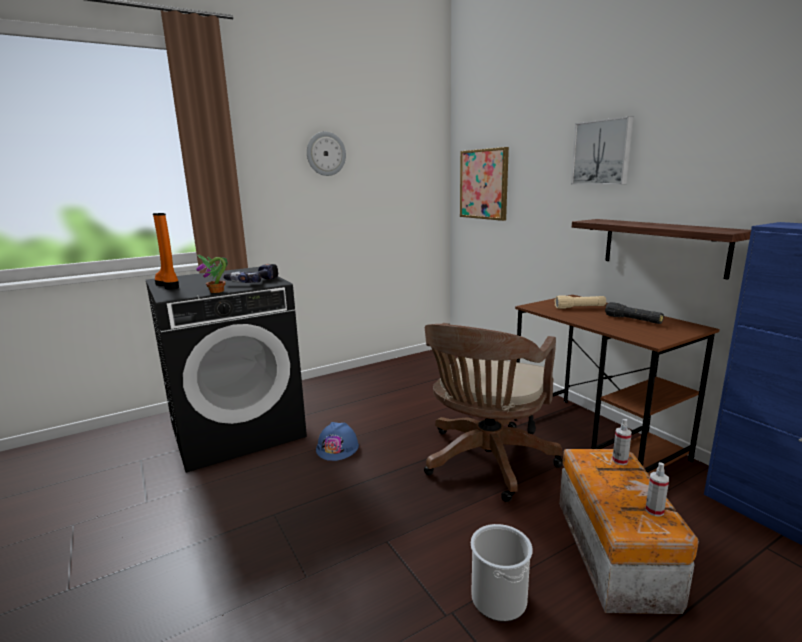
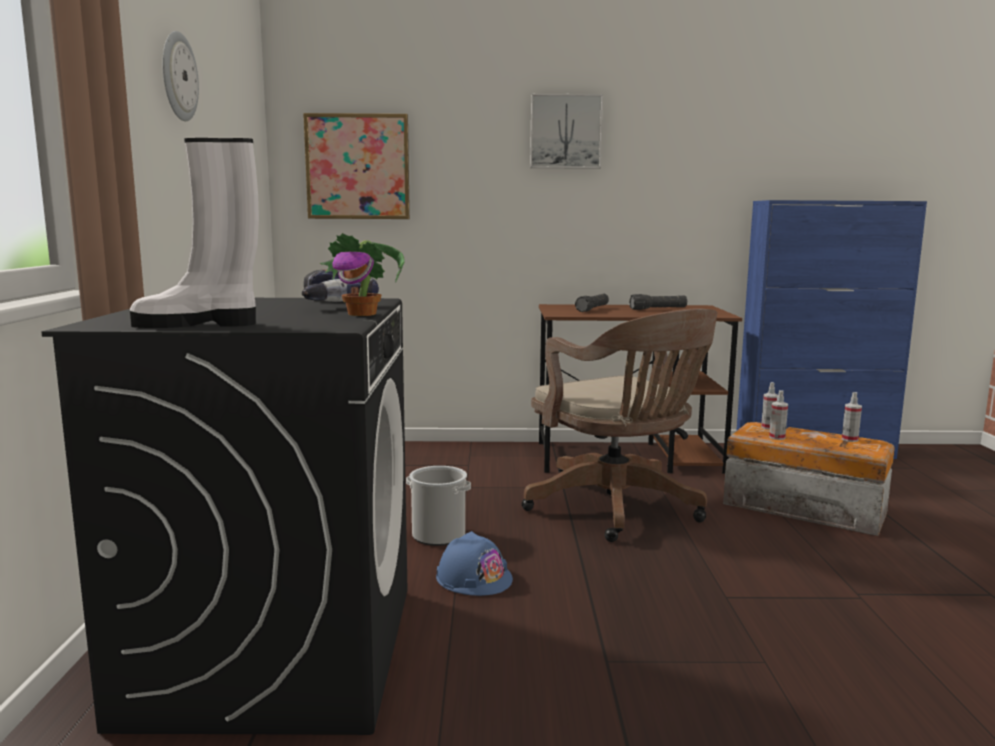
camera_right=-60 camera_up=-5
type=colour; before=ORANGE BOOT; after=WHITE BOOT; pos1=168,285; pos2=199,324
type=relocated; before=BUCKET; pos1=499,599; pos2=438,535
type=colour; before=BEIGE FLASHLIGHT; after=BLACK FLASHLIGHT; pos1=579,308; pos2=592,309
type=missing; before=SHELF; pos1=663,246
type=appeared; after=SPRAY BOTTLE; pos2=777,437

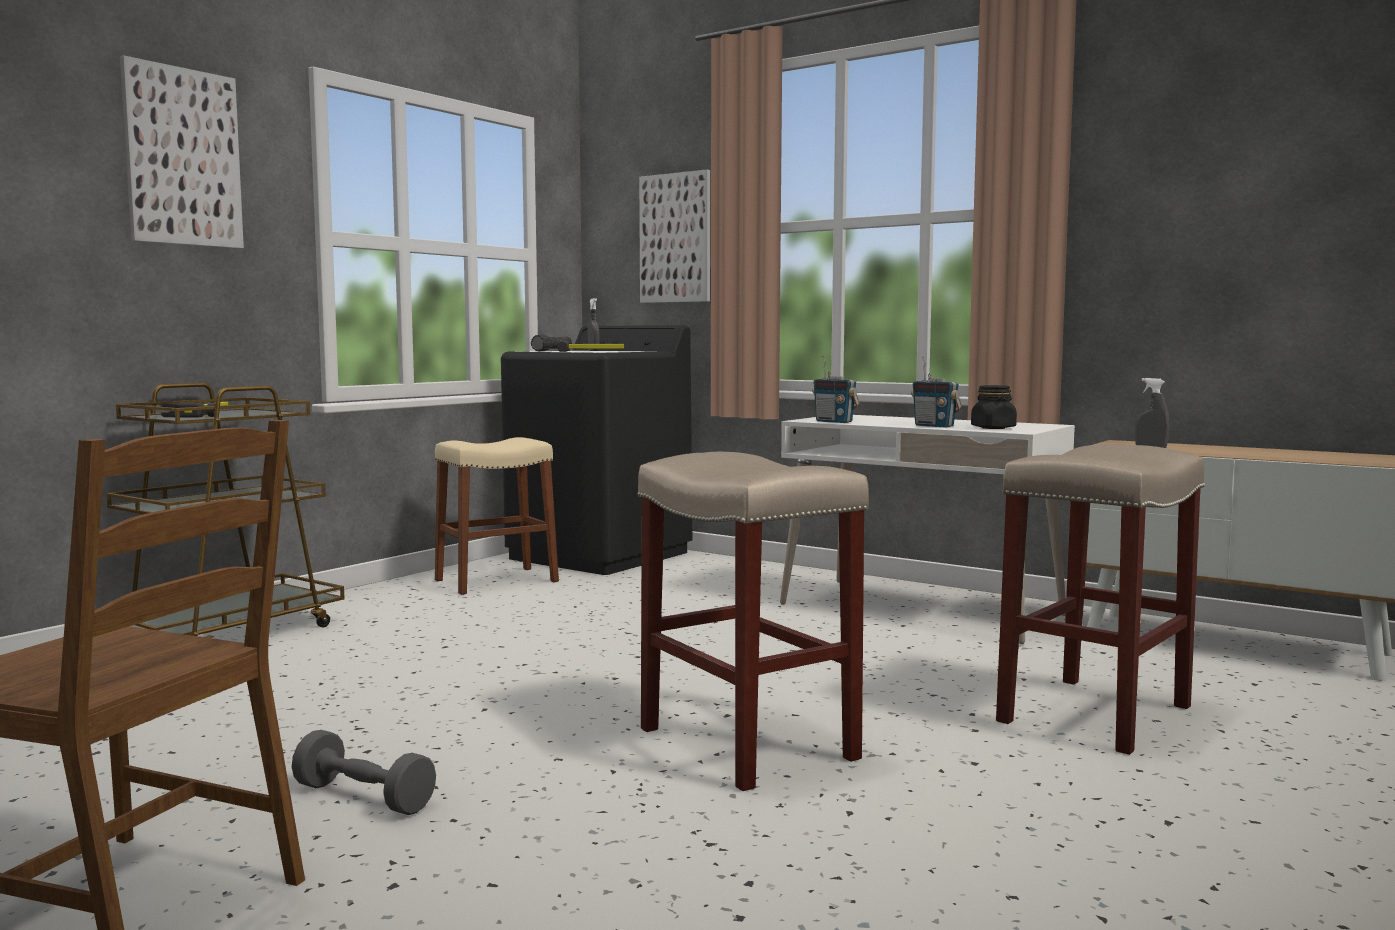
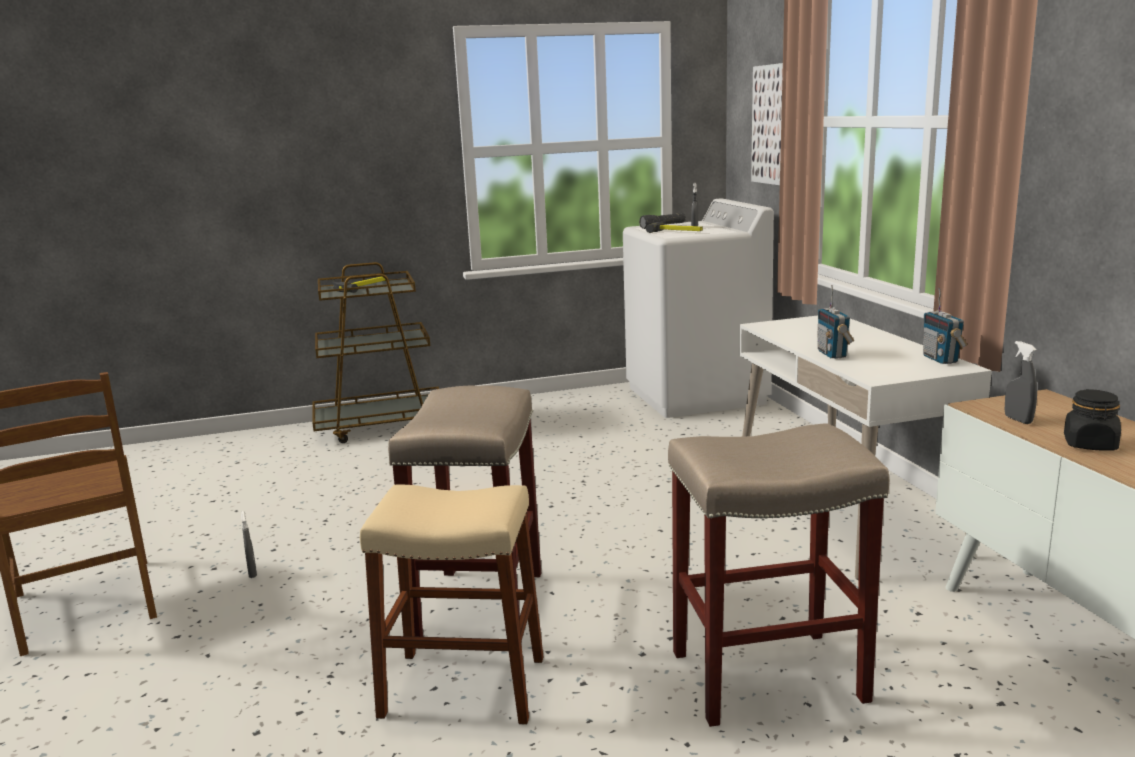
camera_right=40 camera_up=10
type=missing; before=PICTURE; pos1=183,157
type=exchanged; before=GREY DUMBBELL; after=GREY SPRAY BOTTLE; pos1=364,798; pos2=252,573
type=relocated; before=BEIGE STOOL; pos1=496,581; pos2=463,686
type=colour; before=BLACK WASHING MACHINE; after=WHITE WASHING MACHINE; pos1=600,555; pos2=696,395
type=relocated; before=RADIO; pos1=834,422; pos2=940,359
type=relocated; before=BLACK JAR; pos1=993,428; pos2=1090,445

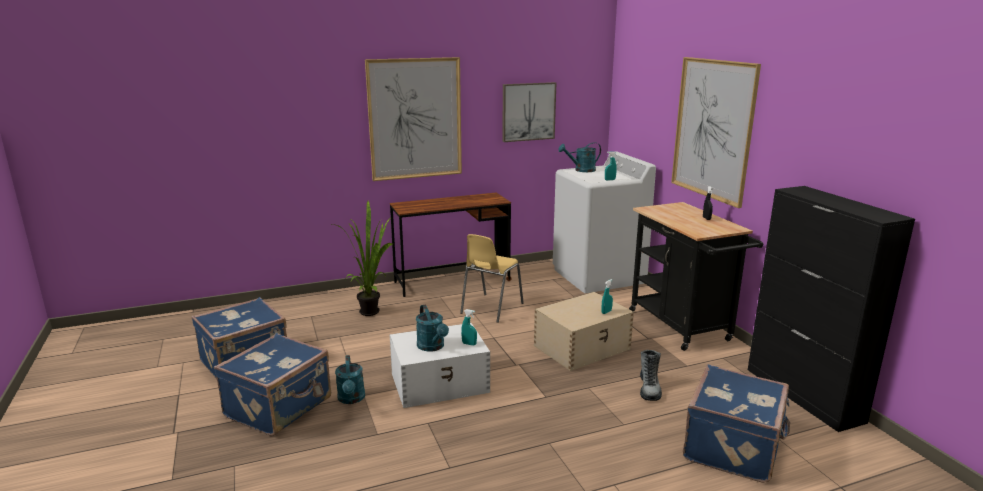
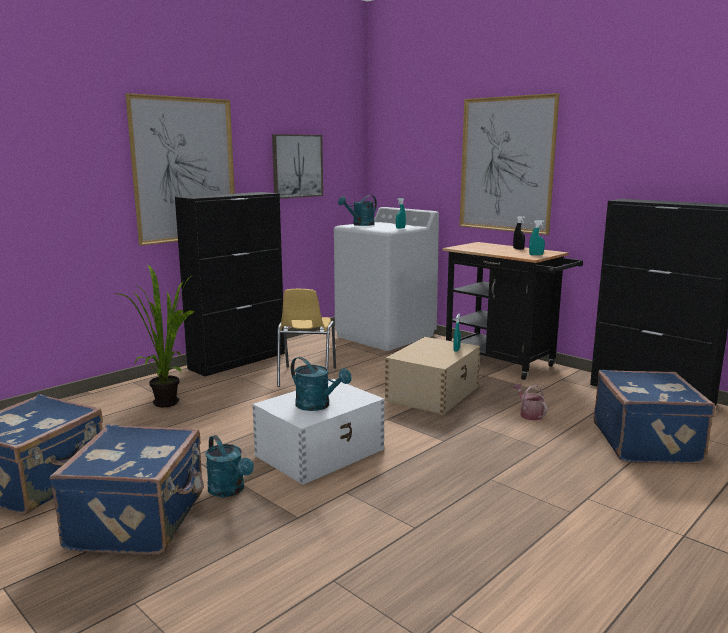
camera_right=-25 camera_up=-5
type=exchanged; before=BROWN DESK; after=BLACK CABINET; pos1=452,281; pos2=238,361
type=relocated; before=TURQUOISE SPRAY BOTTLE; pos1=469,344; pos2=536,255
type=exchanged; before=BOOT; after=WATERING CAN; pos1=649,388; pos2=529,414

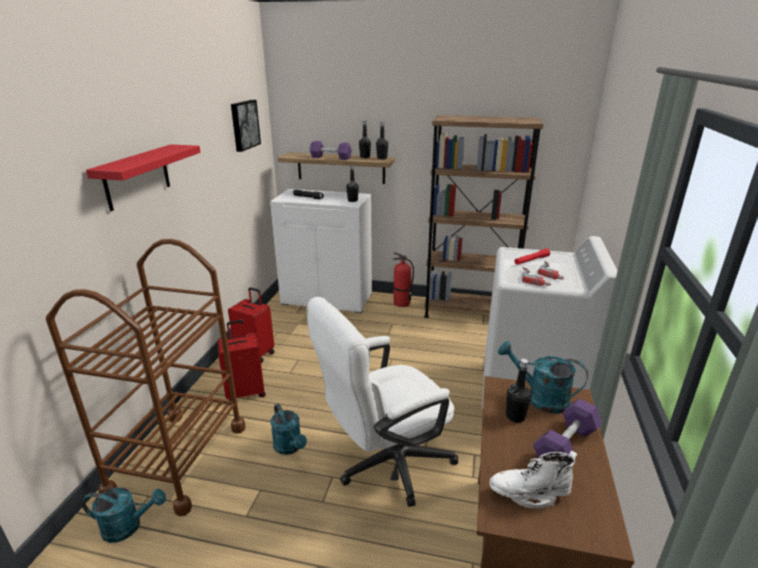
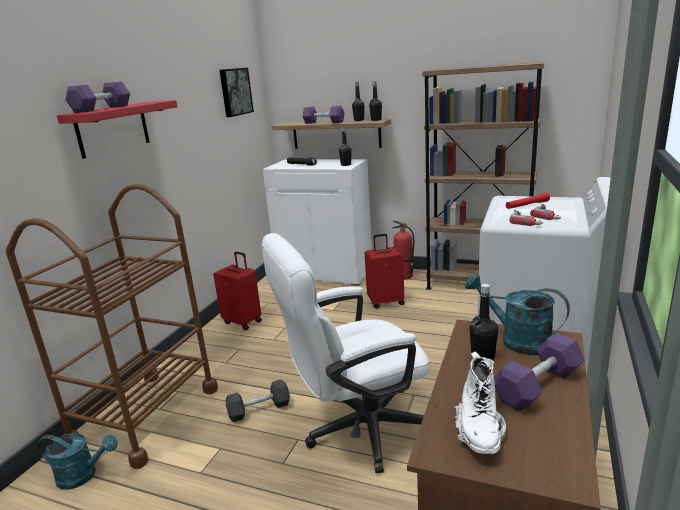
camera_right=10 camera_up=-5
type=relocated; before=RED SUITCASE; pos1=245,392; pos2=385,302
type=exchanged; before=TURQUOISE WATERING CAN; after=BLACK DUMBBELL; pos1=290,447; pos2=259,409
type=spun; before=WHITE BOOT; pos1=529,494; pos2=479,432; turn=-90
type=appeared; after=PURPLE DUMBBELL; pos2=102,109

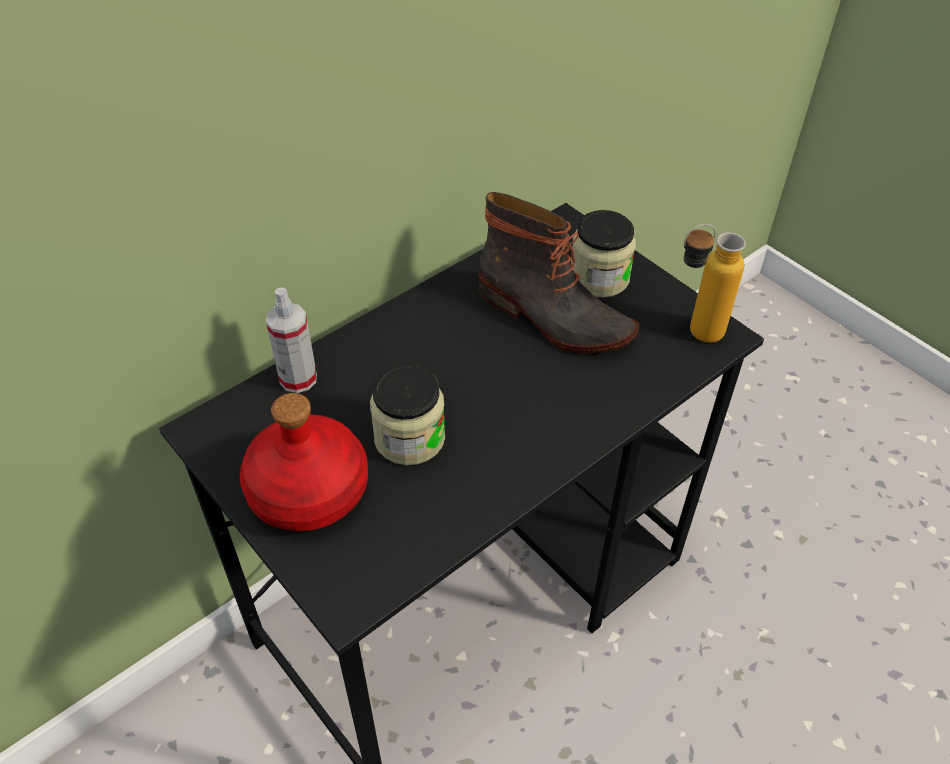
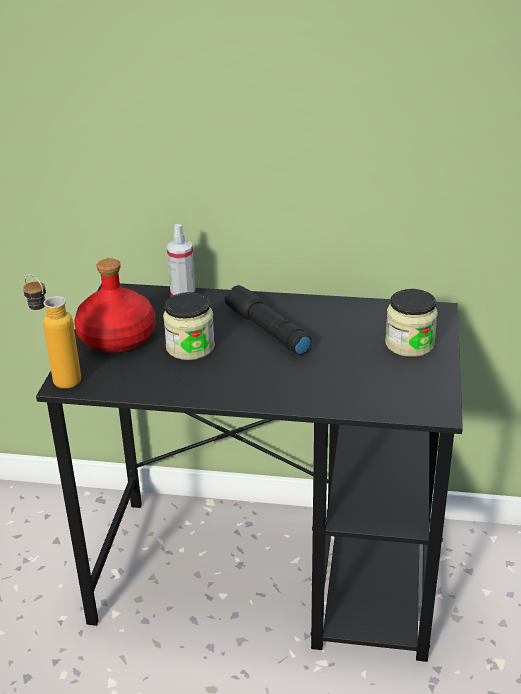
camera_right=50 camera_up=-15
type=missing; before=BOOT; pos1=552,317
type=relocated; before=BOTTLE; pos1=692,334; pos2=59,378
type=appeared; after=BLACK FLASHLIGHT; pos2=266,330

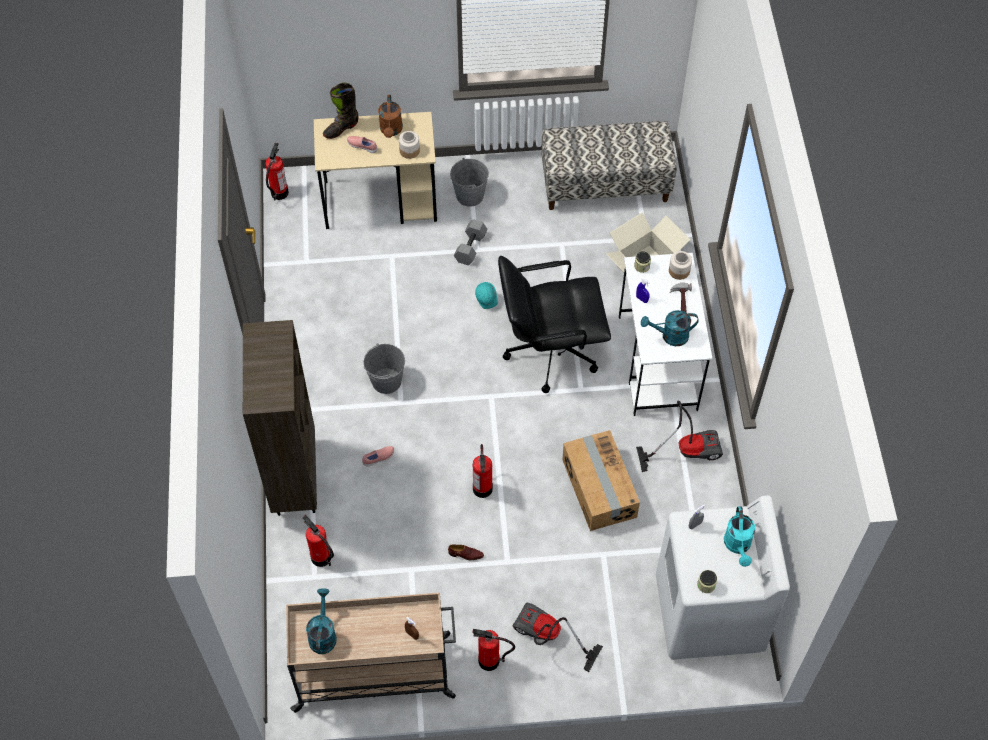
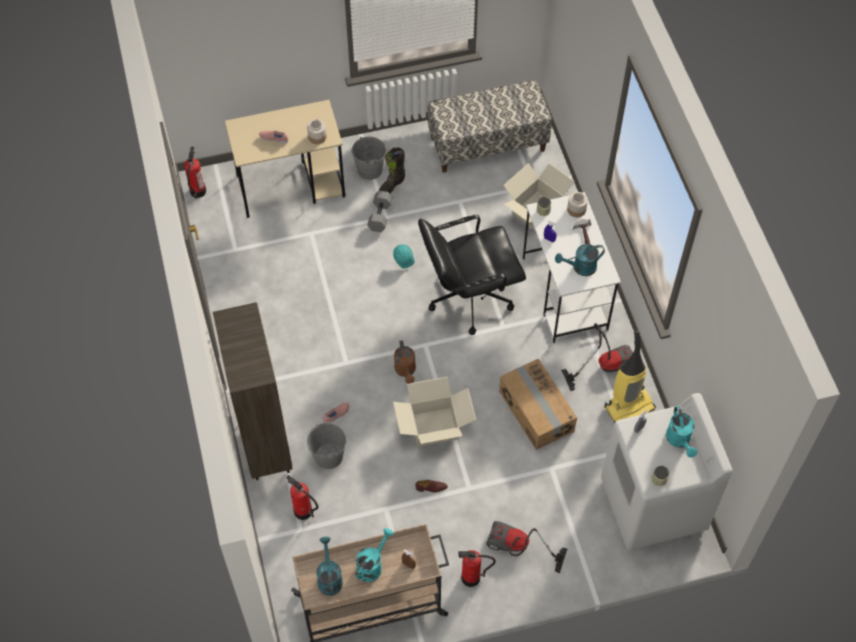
camera_right=-10 camera_up=0
type=relocated; before=BLACK BOOT; pos1=341,128; pos2=391,185
type=relocated; before=GREY BUCKET; pos1=386,381; pos2=328,456
type=relocated; before=BROWN WATERING CAN; pos1=391,131; pos2=406,371
type=exchanged; before=FIRE EXTINGUISHER; after=CARDBOARD BOX; pos1=482,488; pos2=434,427
type=appeared; after=TURQUOISE WATERING CAN; pos2=372,565
type=appeared; after=VACUUM CLEANER; pos2=629,407

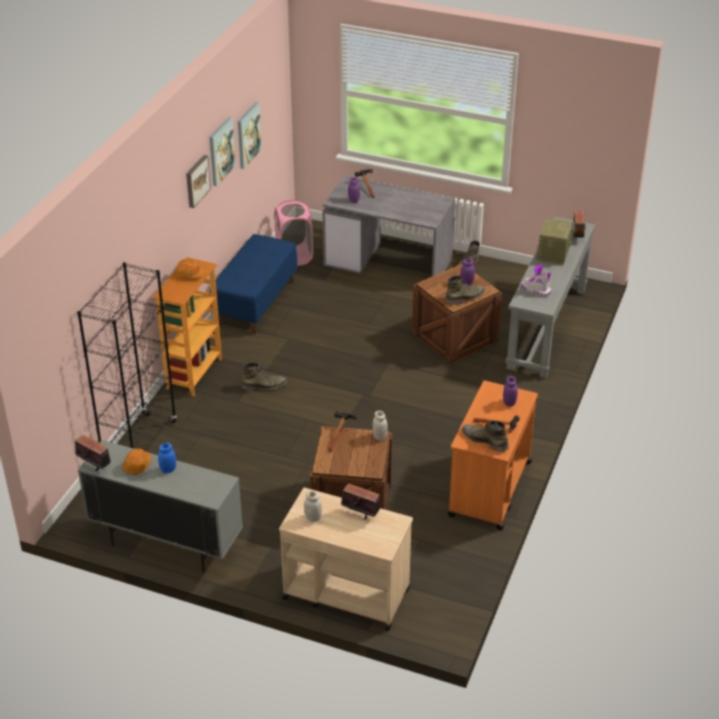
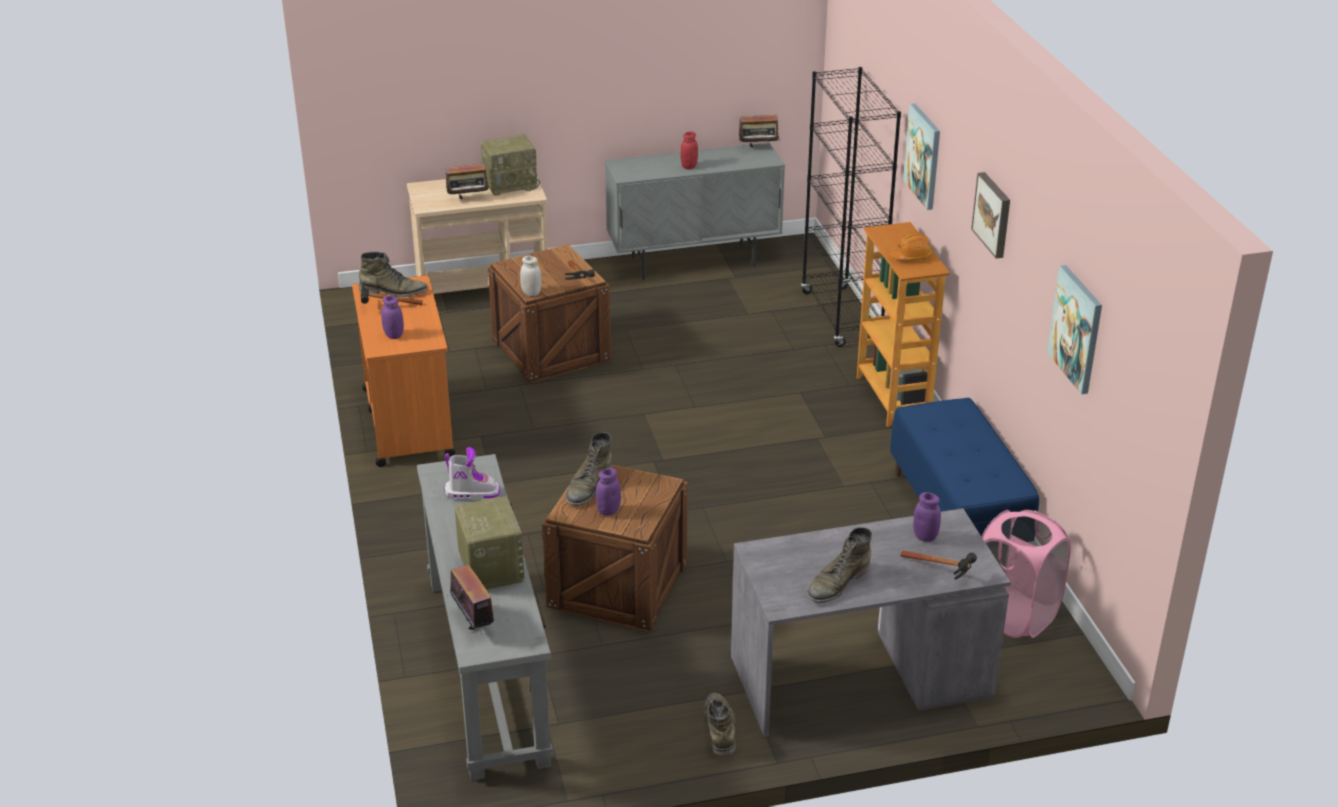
camera_right=145 camera_up=-5
type=missing; before=ORANGE HARD HAT; pos1=137,465
type=colour; before=BLUE JAR; after=RED JAR; pos1=168,470; pos2=689,166
type=relocated; before=PICTURE; pos1=221,151; pos2=924,156
type=relocated; before=GREEN BOOT; pos1=264,386; pos2=837,583
type=exchanged; before=WHITE JAR; after=RADIO; pos1=313,518; pos2=511,184

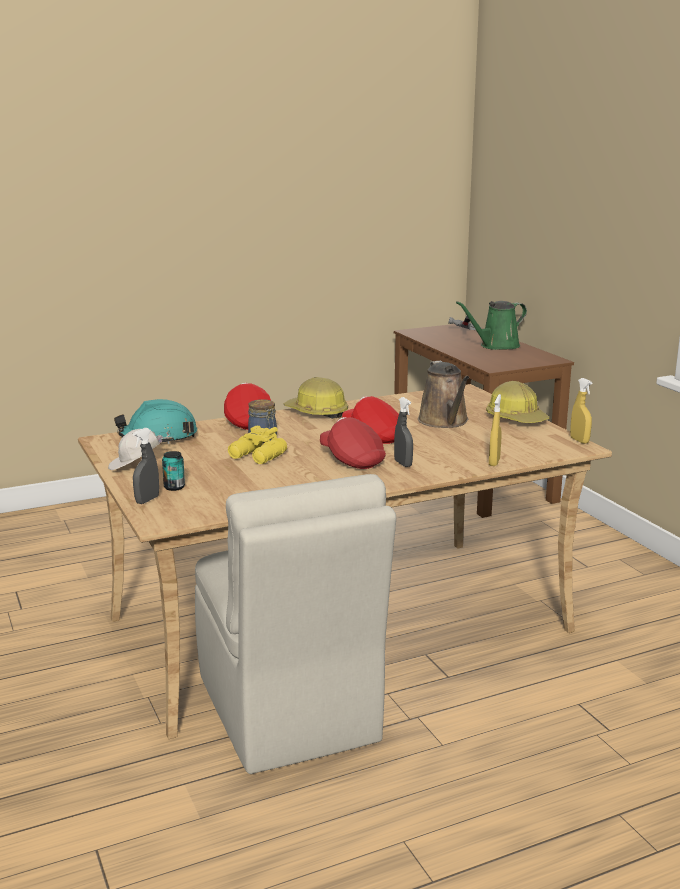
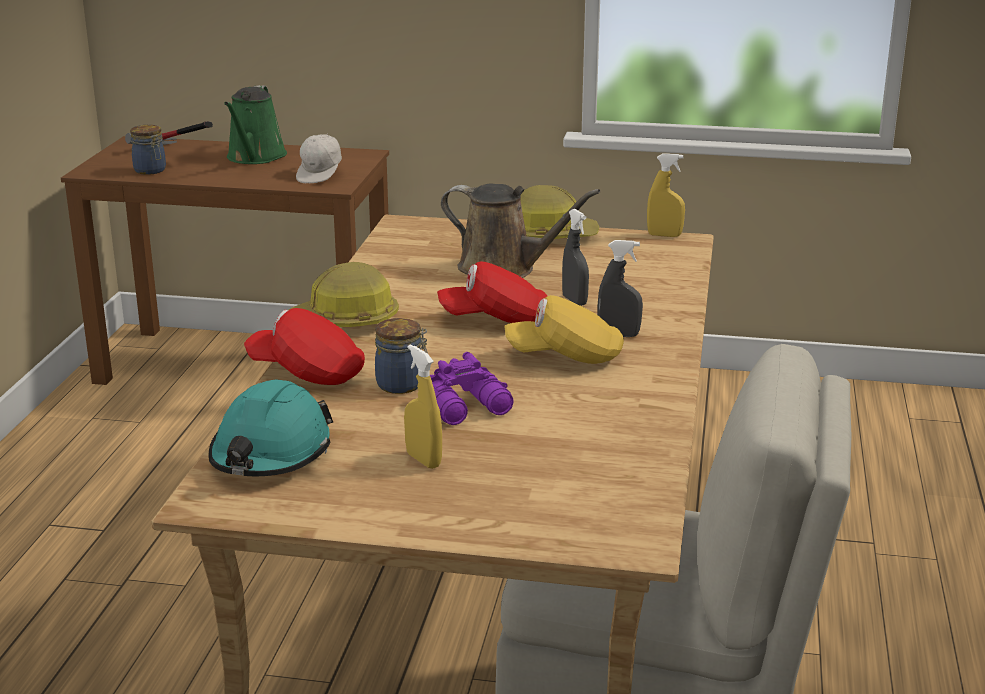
camera_right=-55 camera_up=5
type=relocated; before=WHITE CAP; pos1=136,465; pos2=321,175
type=relocated; before=GREY SPRAY BOTTLE; pos1=147,500; pos2=574,301
type=missing; before=CAN; pos1=174,487
type=colour; before=YELLOW BINOCULARS; after=PURPLE BINOCULARS; pos1=257,456; pos2=468,408
type=colour; before=RED CAP; after=YELLOW CAP; pos1=352,460; pos2=565,357
type=relocated; before=YELLOW SPRAY BOTTLE; pos1=494,462; pos2=423,460
type=appeared; after=JAR; pos2=151,171

